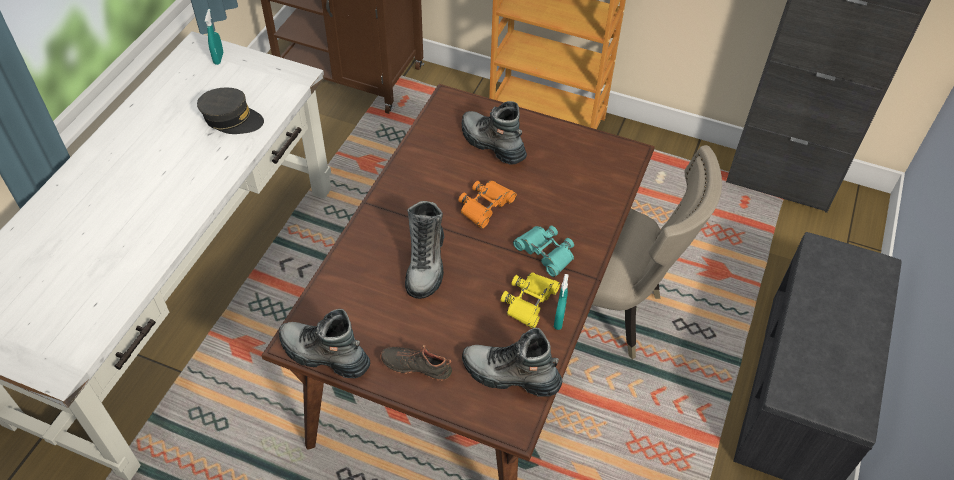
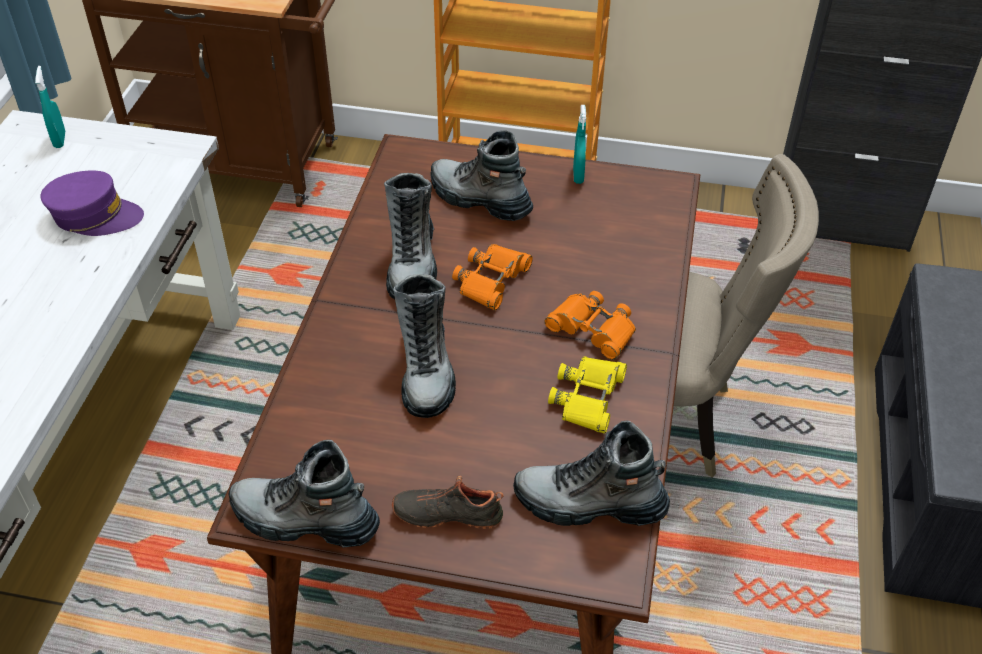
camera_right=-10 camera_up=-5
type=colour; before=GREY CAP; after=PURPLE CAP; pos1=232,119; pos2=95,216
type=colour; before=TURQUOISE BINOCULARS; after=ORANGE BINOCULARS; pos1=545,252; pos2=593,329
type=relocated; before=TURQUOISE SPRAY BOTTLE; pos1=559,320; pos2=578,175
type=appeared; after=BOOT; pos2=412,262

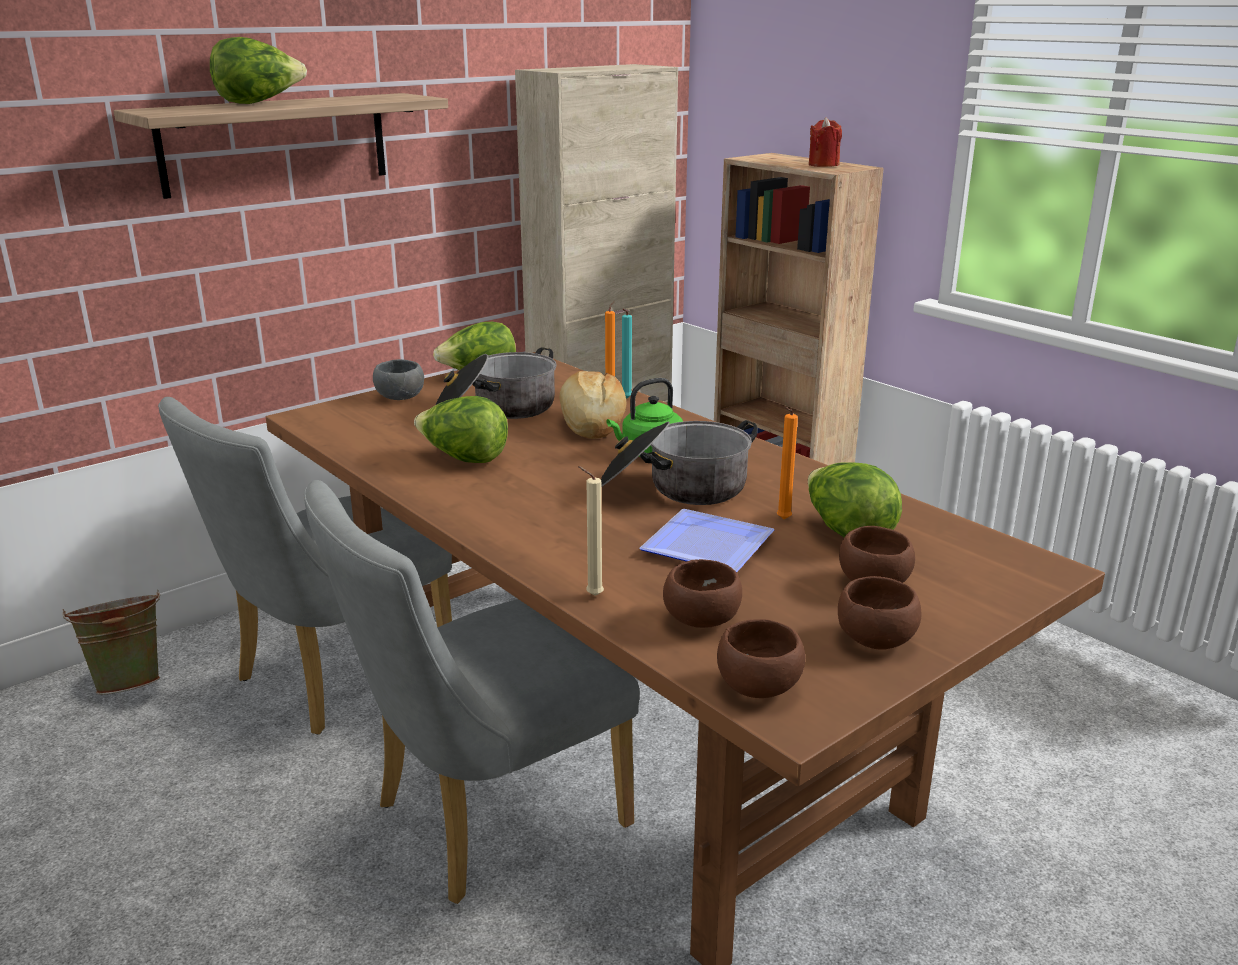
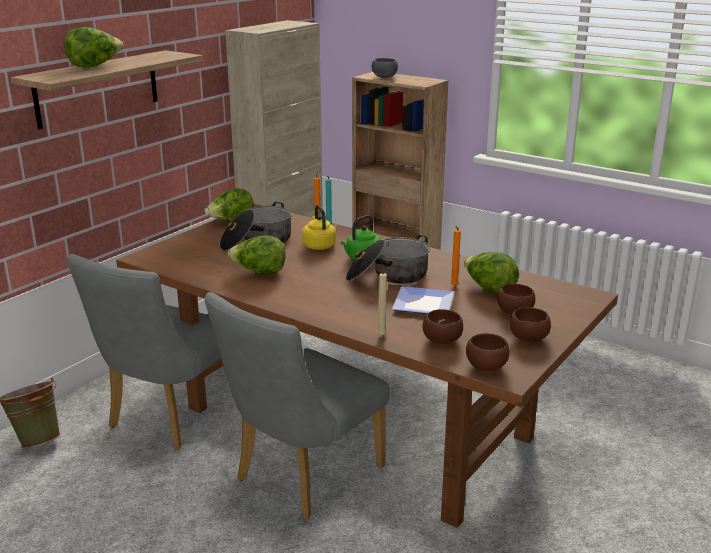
camera_right=-15 camera_up=0
type=relocated; before=GREY BOWL; pos1=399,398; pos2=384,77
type=exchanged; before=BREAD; after=YELLOW KETTLE; pos1=590,425; pos2=318,245
type=missing; before=RED CANDLE; pos1=823,165

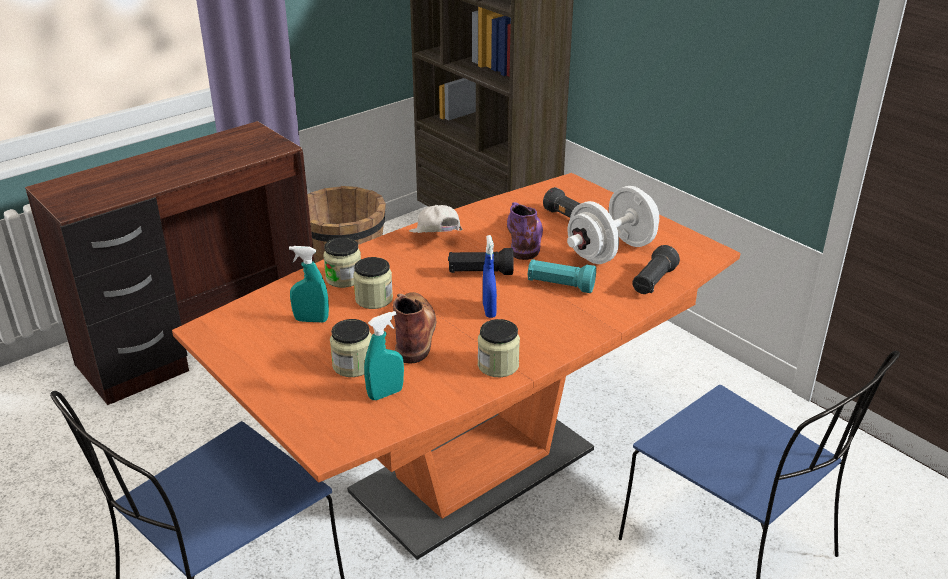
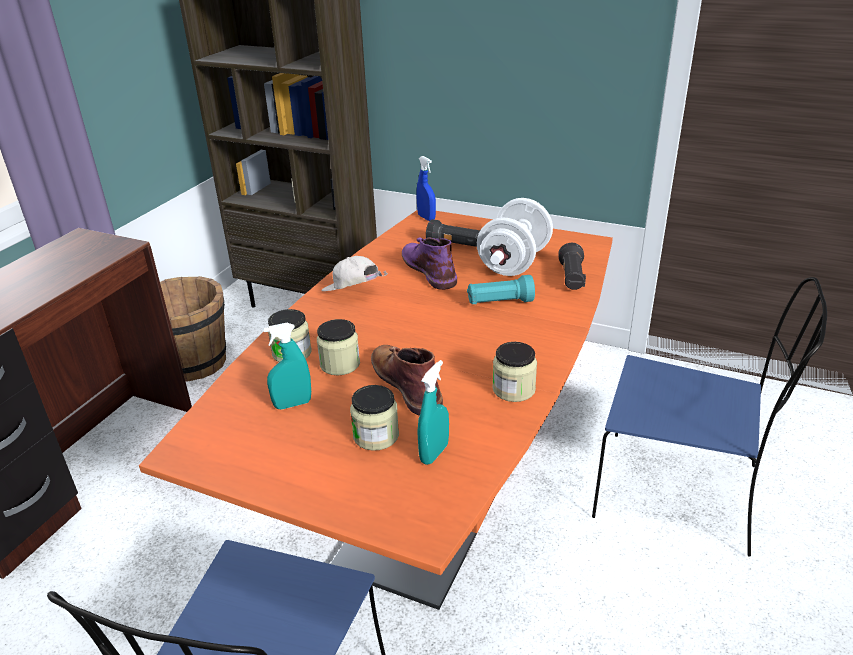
camera_right=-25 camera_up=0
type=missing; before=BLACK FLASHLIGHT; pos1=480,273
type=relocated; before=BLUE SPRAY BOTTLE; pos1=489,310; pos2=426,218

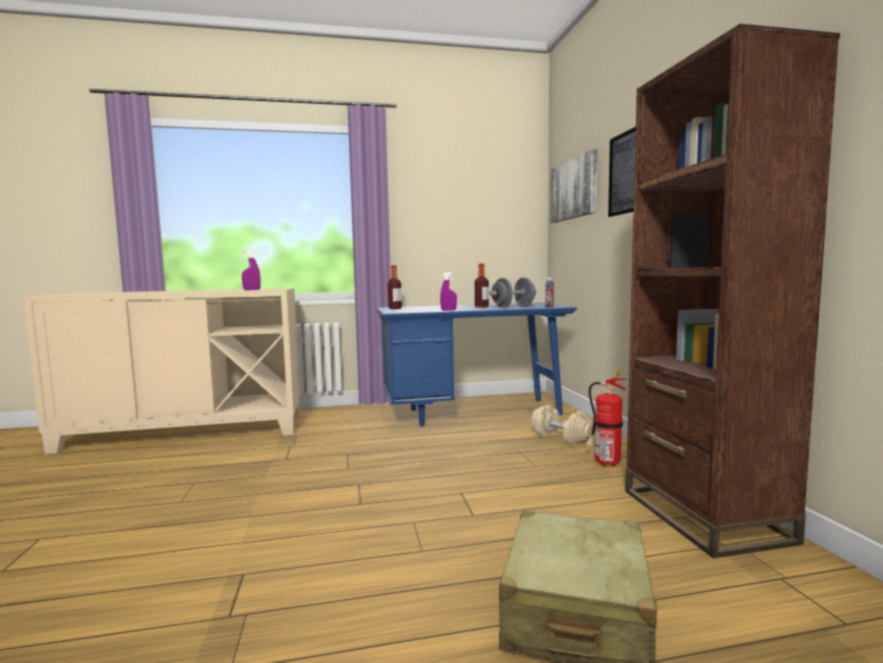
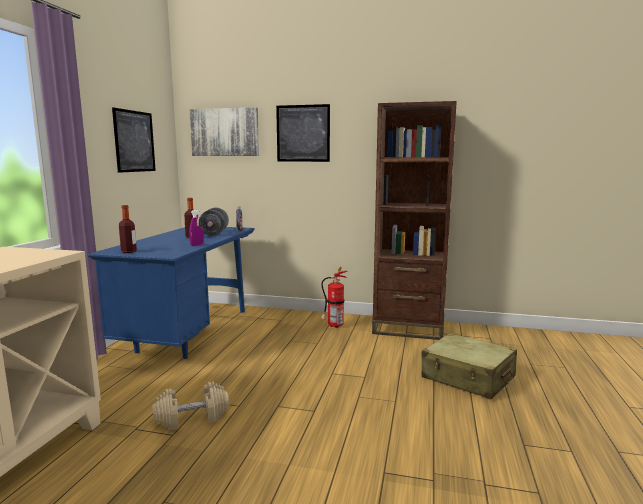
camera_right=-65 camera_up=5
type=missing; before=PURPLE SPRAY BOTTLE; pos1=251,290
type=relocated; before=BEIGE DUMBBELL; pos1=560,436; pos2=192,418
type=appeared; after=PICTURE; pos2=134,141

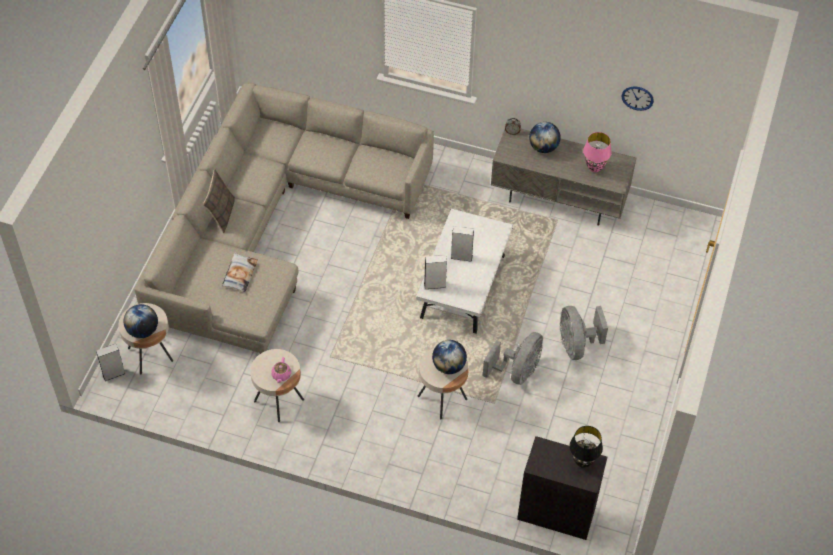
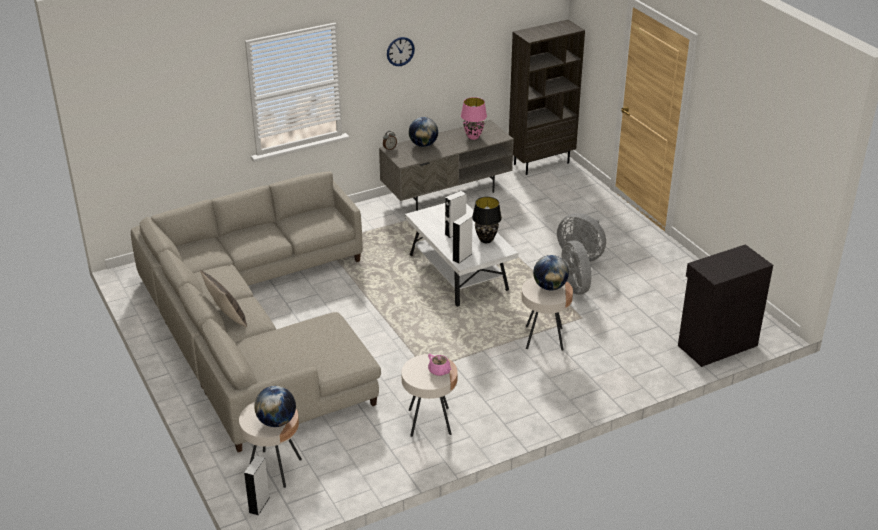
camera_right=-45 camera_up=-20
type=missing; before=PILLOW; pos1=239,274
type=relocated; before=BLACK TABLE LAMP; pos1=582,461; pos2=485,240
type=relocated; before=WALL CLOCK; pos1=637,98; pos2=400,51
type=appeared; after=BROWN BOOKCASE; pos2=541,163

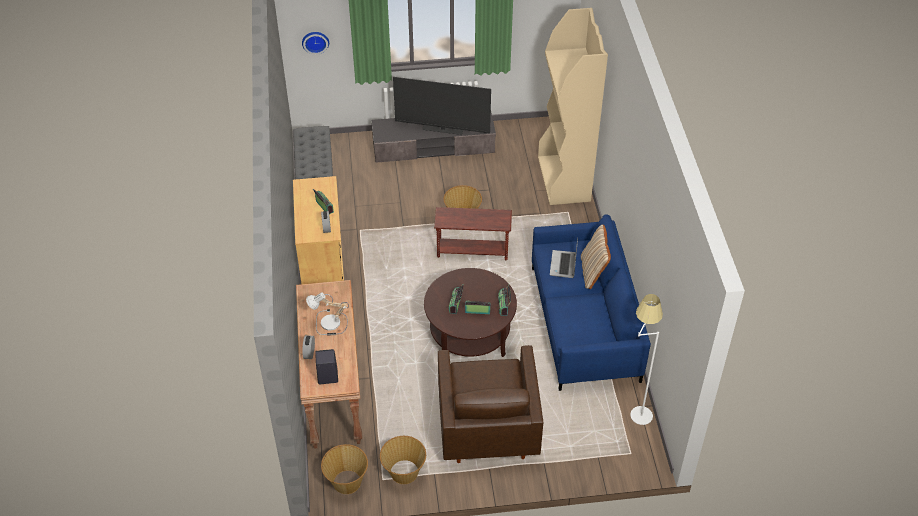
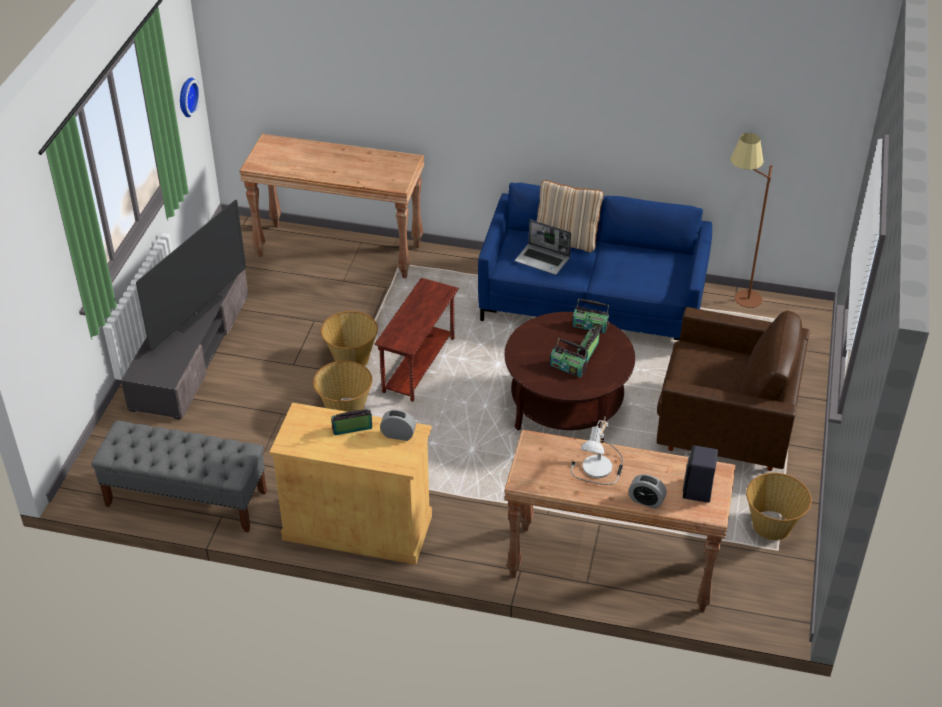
camera_right=-70 camera_up=-5
type=relocated; before=WALL CLOCK; pos1=315,41; pos2=186,97
type=relocated; before=BASKET; pos1=346,481; pos2=345,410
type=exchanged; before=BEIGE BOOKCASE; after=BROWN CONSOLE TABLE; pos1=564,180; pos2=340,250
type=colour; before=WHITE FLOOR LAMP; after=BROWN FLOOR LAMP; pos1=636,407; pos2=735,299

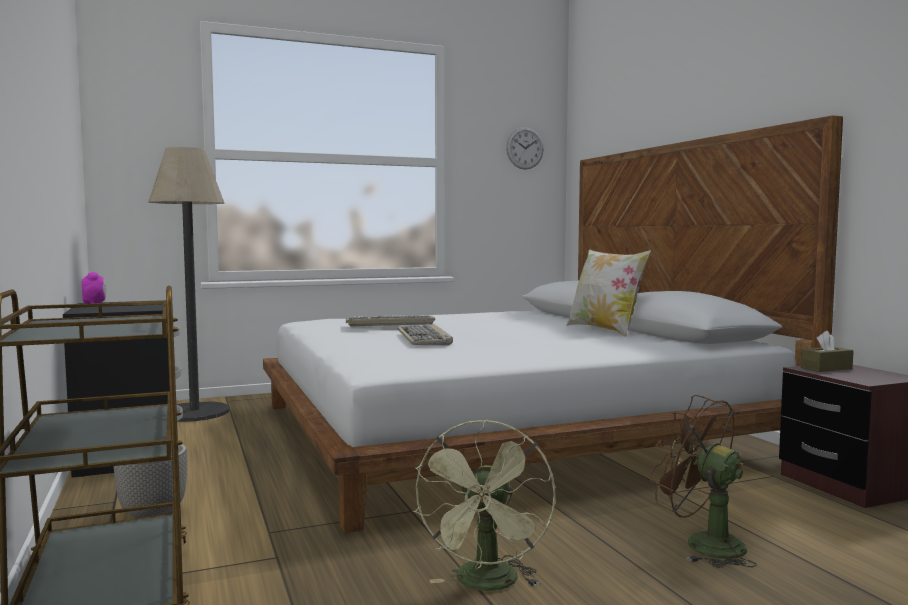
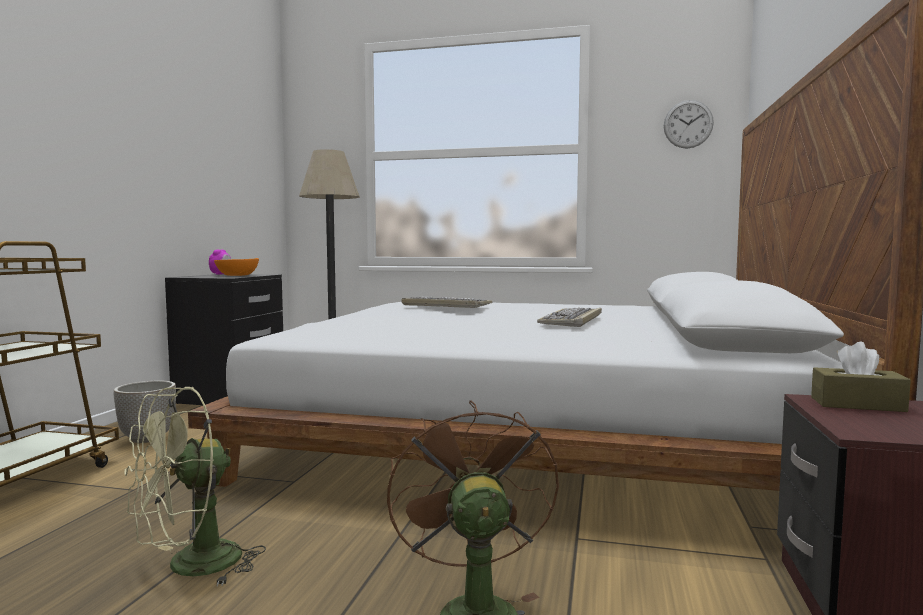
camera_right=35 camera_up=0
type=relocated; before=KEYBOARD; pos1=424,339; pos2=572,320
type=missing; before=PILLOW; pos1=605,330
type=appeared; after=ORANGE BOWL; pos2=237,275

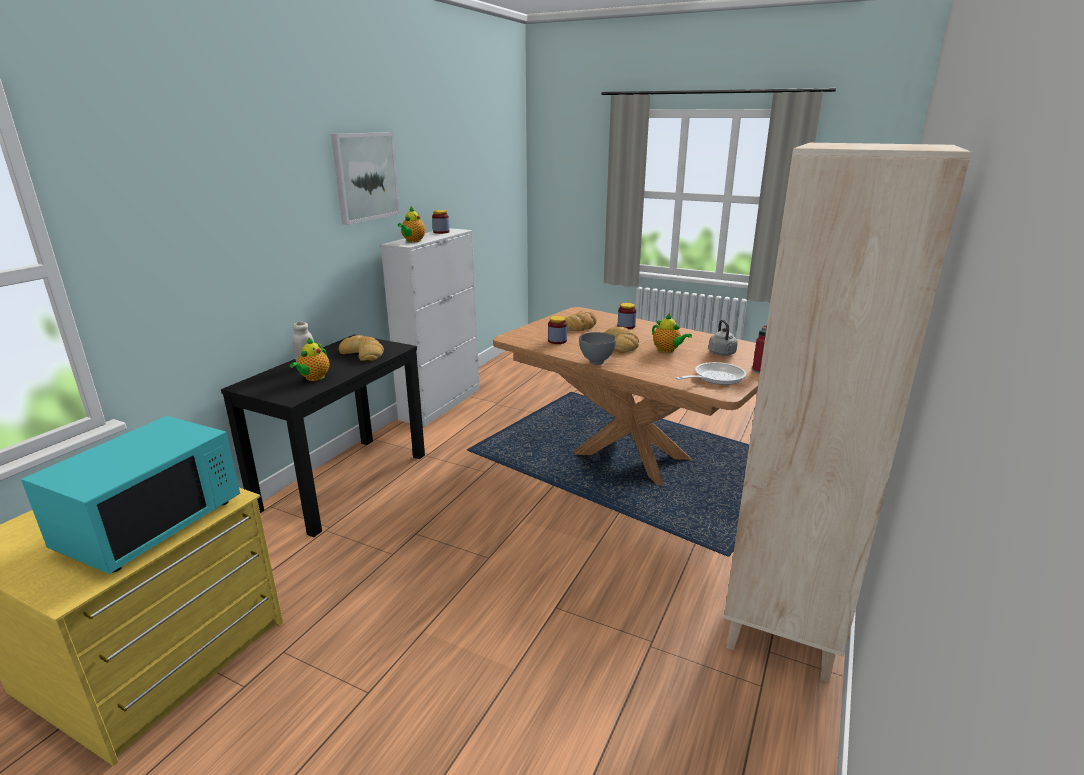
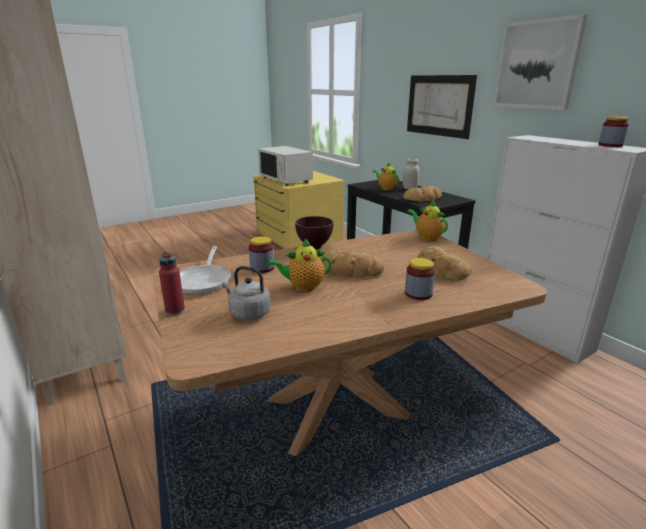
camera_right=120 camera_up=0
type=colour; before=TURQUOISE MICROWAVE; after=WHITE MICROWAVE; pos1=152,524; pos2=286,180
type=relocated; before=TEAPOT; pos1=413,241; pos2=427,237
type=relocated; before=JAR; pos1=557,341; pos2=262,268
type=colour; before=GREY BOWL; after=BROWN BOWL; pos1=595,363; pos2=314,247
type=appeared; after=PICTURE; pos2=439,105

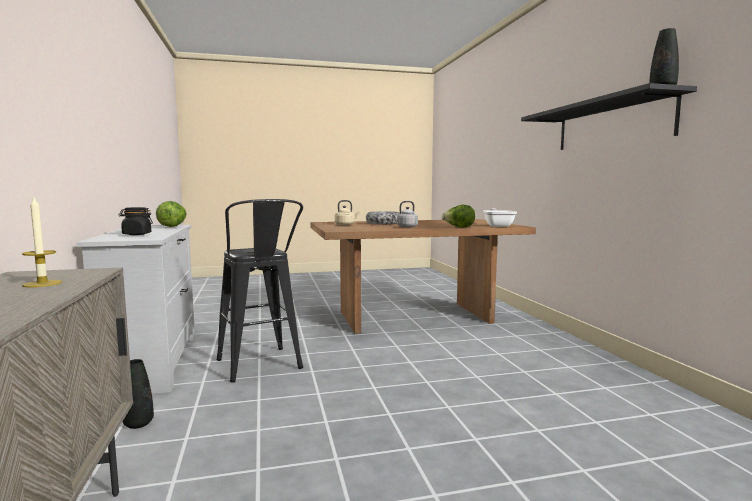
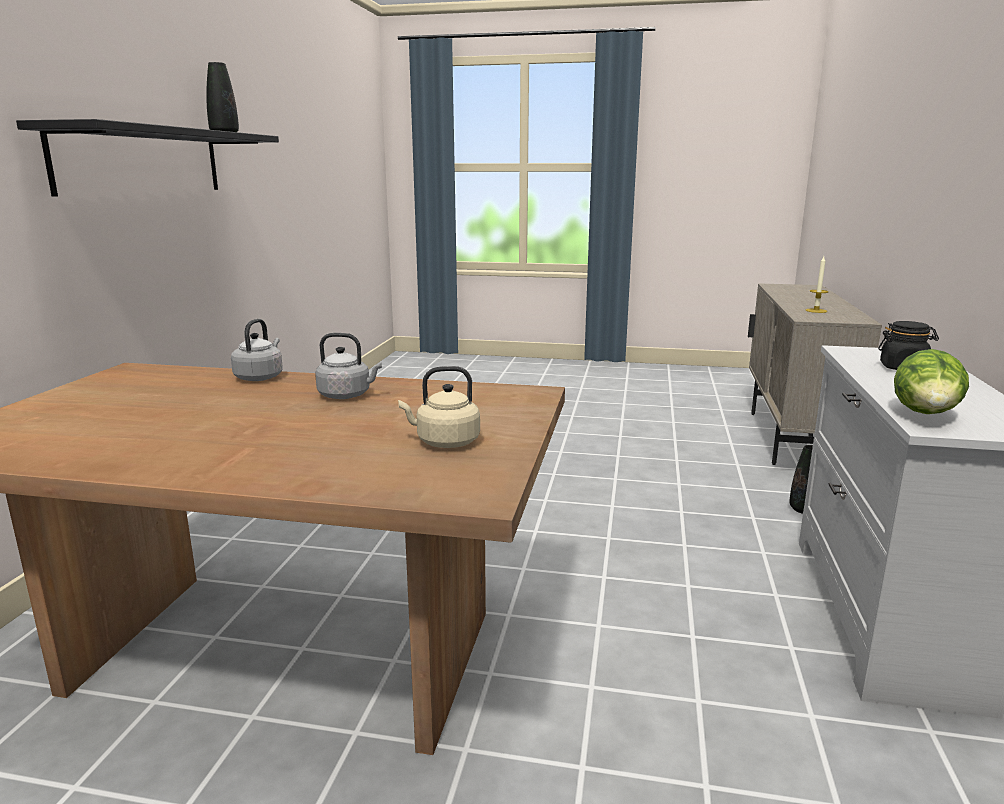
camera_right=-155 camera_up=10
type=missing; before=BLACK STOOL; pos1=261,368
type=missing; before=BOWL; pos1=383,223
type=exchanged; before=LETTUCE; after=GREY KETTLE; pos1=458,227; pos2=260,377
type=missing; before=FRYING PAN; pos1=498,226

